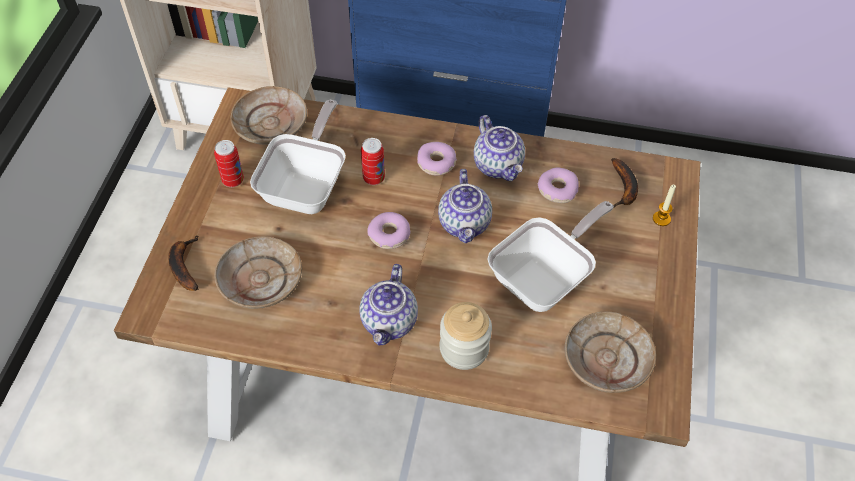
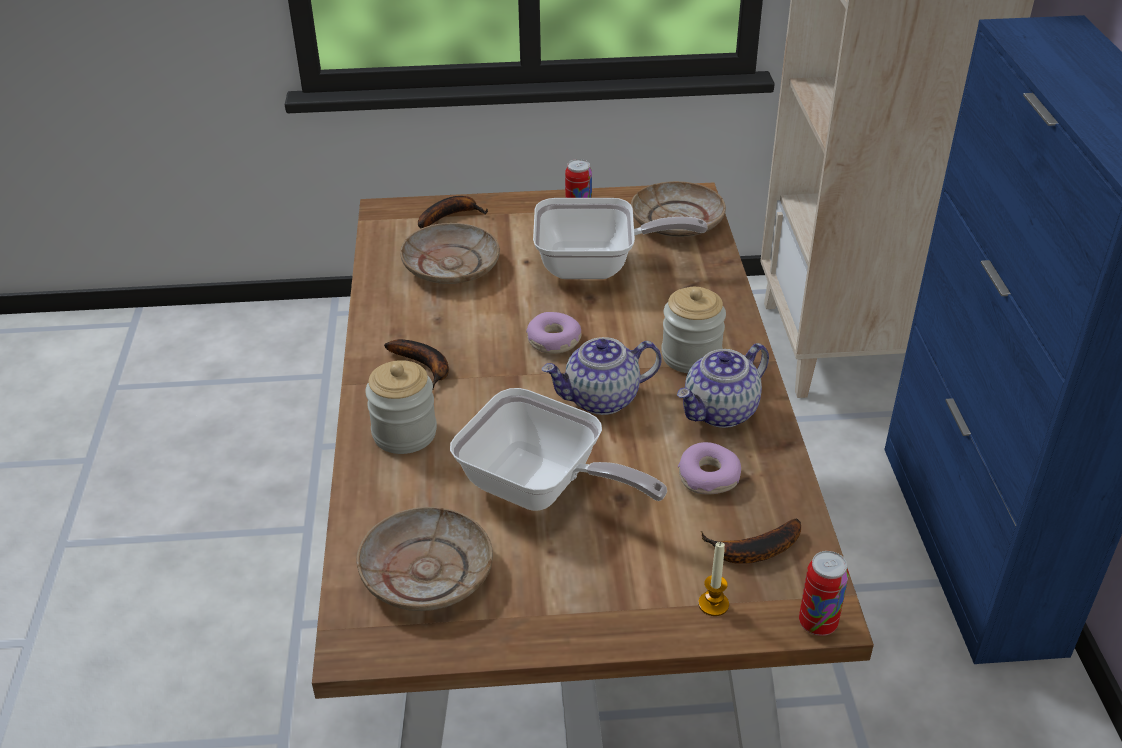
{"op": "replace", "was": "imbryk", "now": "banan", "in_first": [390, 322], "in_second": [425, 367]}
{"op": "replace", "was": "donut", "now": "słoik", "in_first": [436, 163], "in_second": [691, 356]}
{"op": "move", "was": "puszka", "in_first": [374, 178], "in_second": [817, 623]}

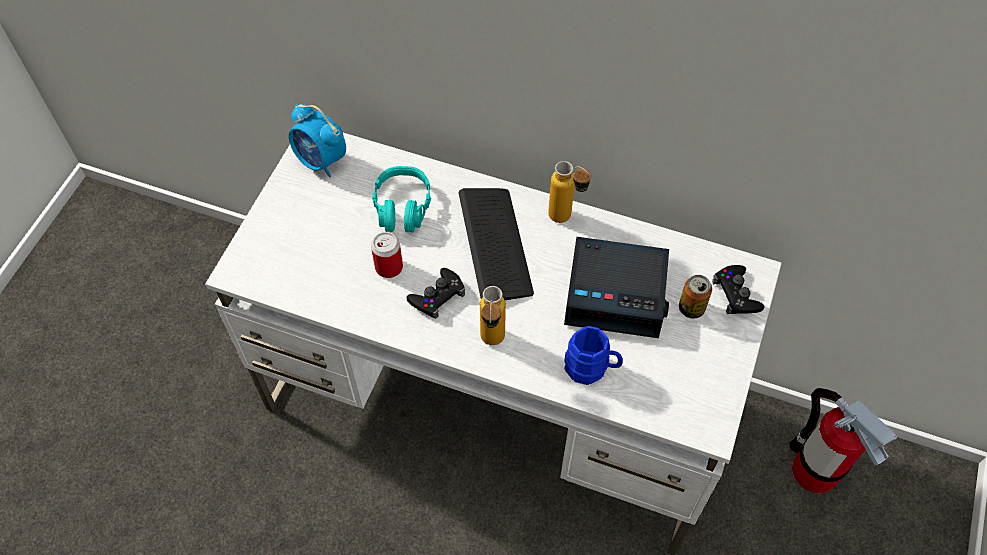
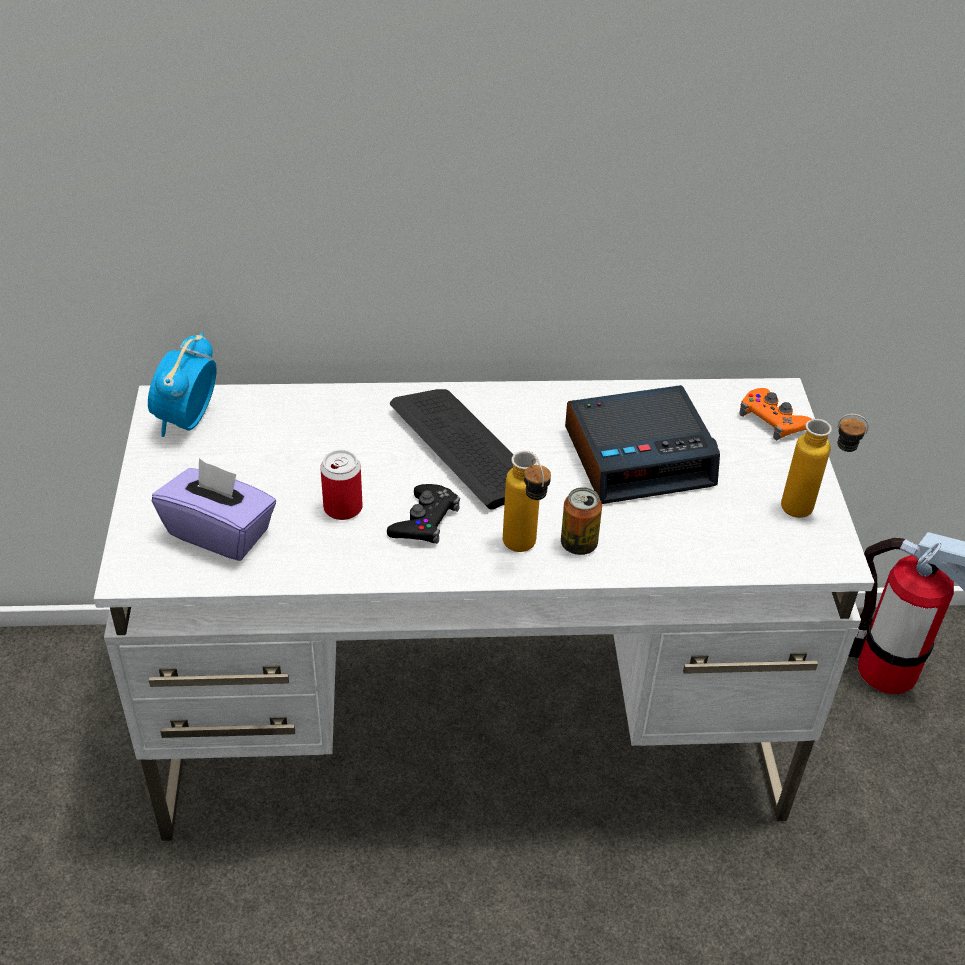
{"op": "rotate", "was": "budzik", "in_first": [321, 161], "in_second": [187, 421], "clockwise": 90}
{"op": "insert", "now": "pudełko chusteczek (fioletowy)", "in_second": [220, 532]}
{"op": "move", "was": "puszka", "in_first": [691, 308], "in_second": [578, 544]}
{"op": "recolor", "was": "pad do gier (czarny)", "now": "pad do gier (pomarańczowy)", "in_first": [736, 294], "in_second": [772, 420]}
{"op": "move", "was": "butelka", "in_first": [567, 219], "in_second": [810, 511]}
{"op": "delete", "was": "słuchawki (turkusowy)", "in_first": [402, 207]}
{"op": "delete", "was": "kubek (niebieski)", "in_first": [591, 368]}

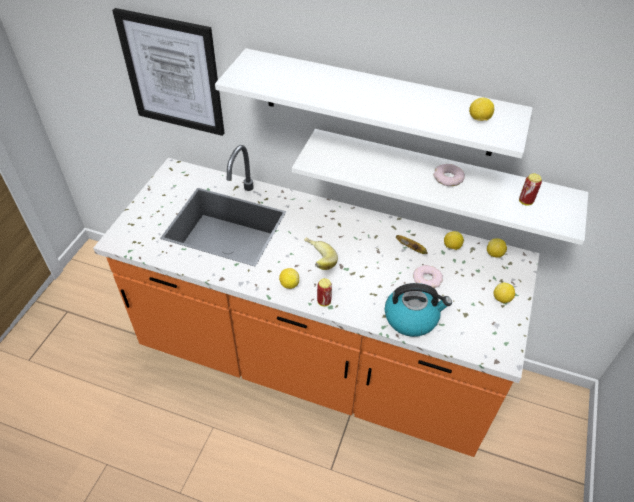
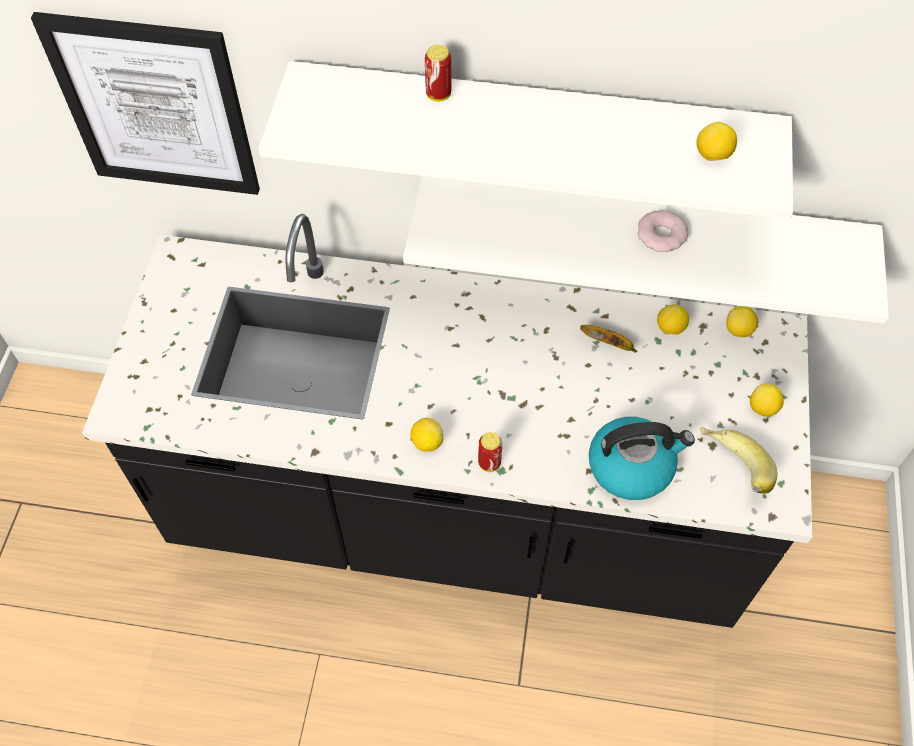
{"op": "recolor", "was": "zabudowa kuchenna (pomarańczowy)", "now": "zabudowa kuchenna (czarny)", "in_first": [314, 362], "in_second": [457, 516]}
{"op": "move", "was": "puszka", "in_first": [525, 201], "in_second": [438, 95]}
{"op": "move", "was": "banan", "in_first": [316, 262], "in_second": [730, 469]}
{"op": "delete", "was": "donut", "in_first": [427, 279]}

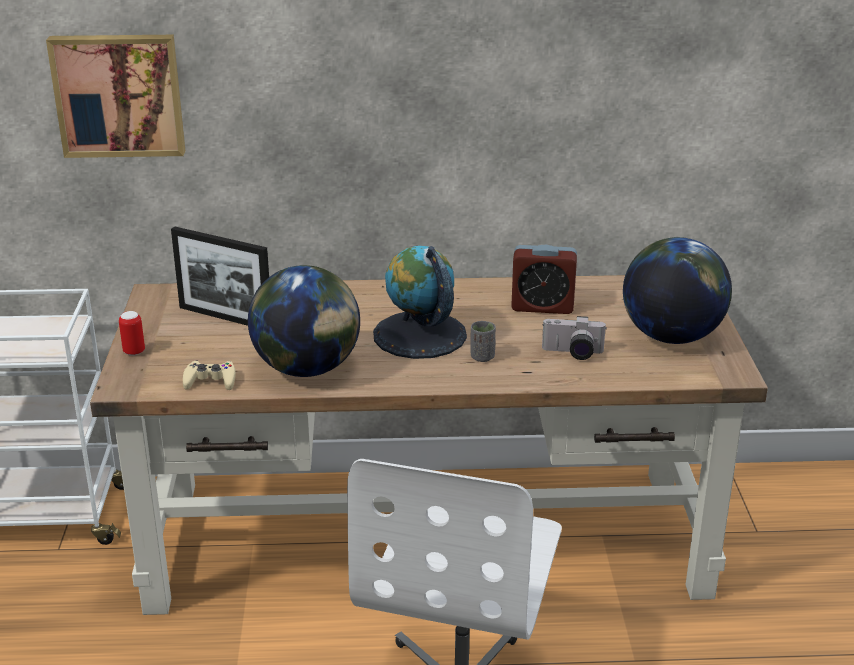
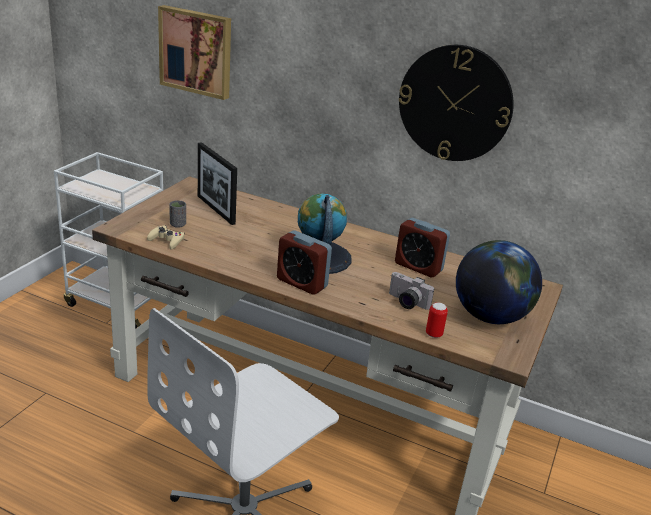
{"op": "move", "was": "filiżanka (szary)", "in_first": [482, 357], "in_second": [178, 224]}
{"op": "insert", "now": "budzik", "in_second": [302, 283]}
{"op": "insert", "now": "zegar ścienny", "in_second": [455, 103]}
{"op": "move", "was": "puszka", "in_first": [134, 352], "in_second": [433, 334]}
{"op": "delete", "was": "globus", "in_first": [307, 369]}

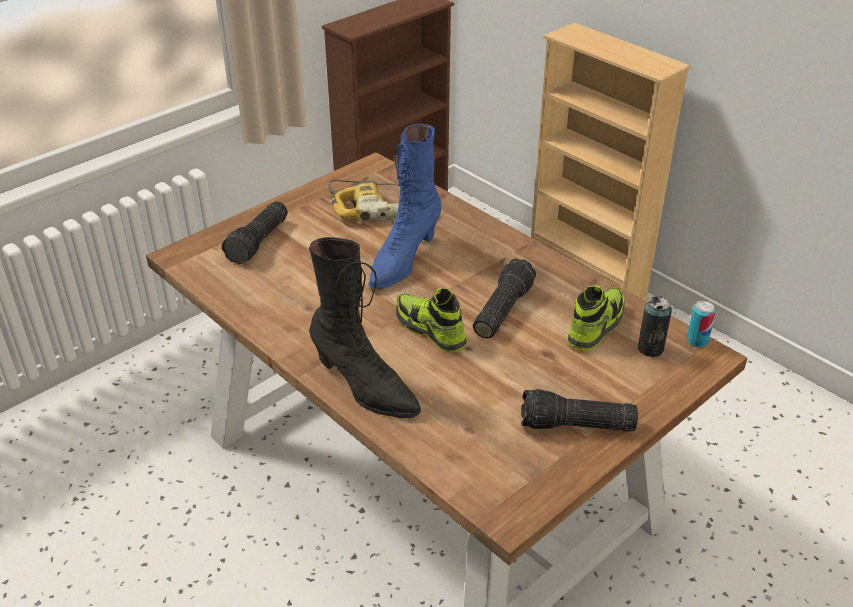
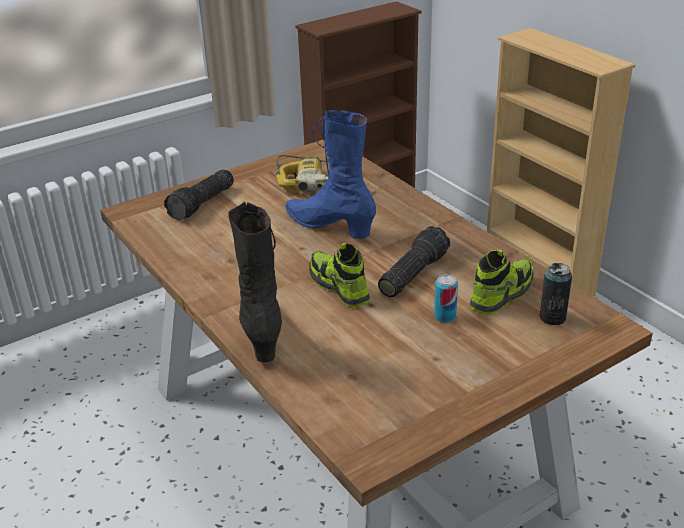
{"op": "rotate", "was": "but z cholewką (czarny)", "in_first": [364, 387], "in_second": [262, 331], "clockwise": -150}
{"op": "rotate", "was": "but z cholewką (niebieski)", "in_first": [403, 260], "in_second": [330, 226], "clockwise": 90}
{"op": "move", "was": "puszka", "in_first": [697, 341], "in_second": [445, 317]}
{"op": "delete", "was": "latarka", "in_first": [575, 426]}

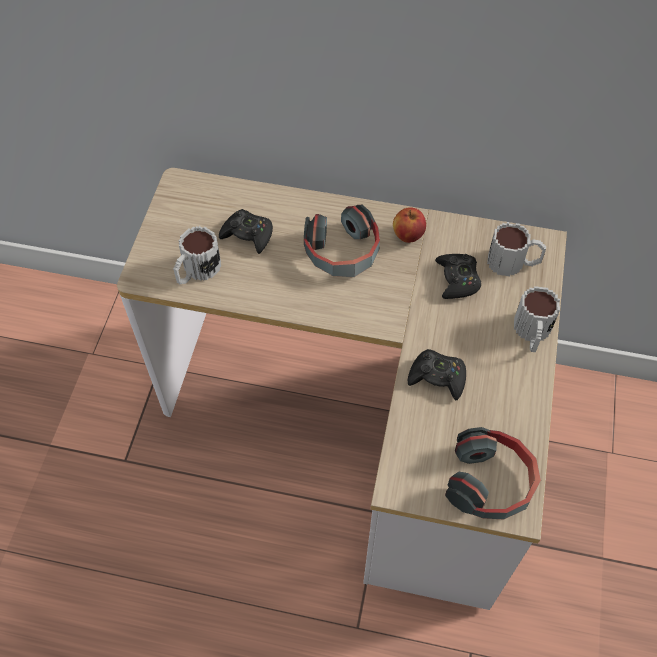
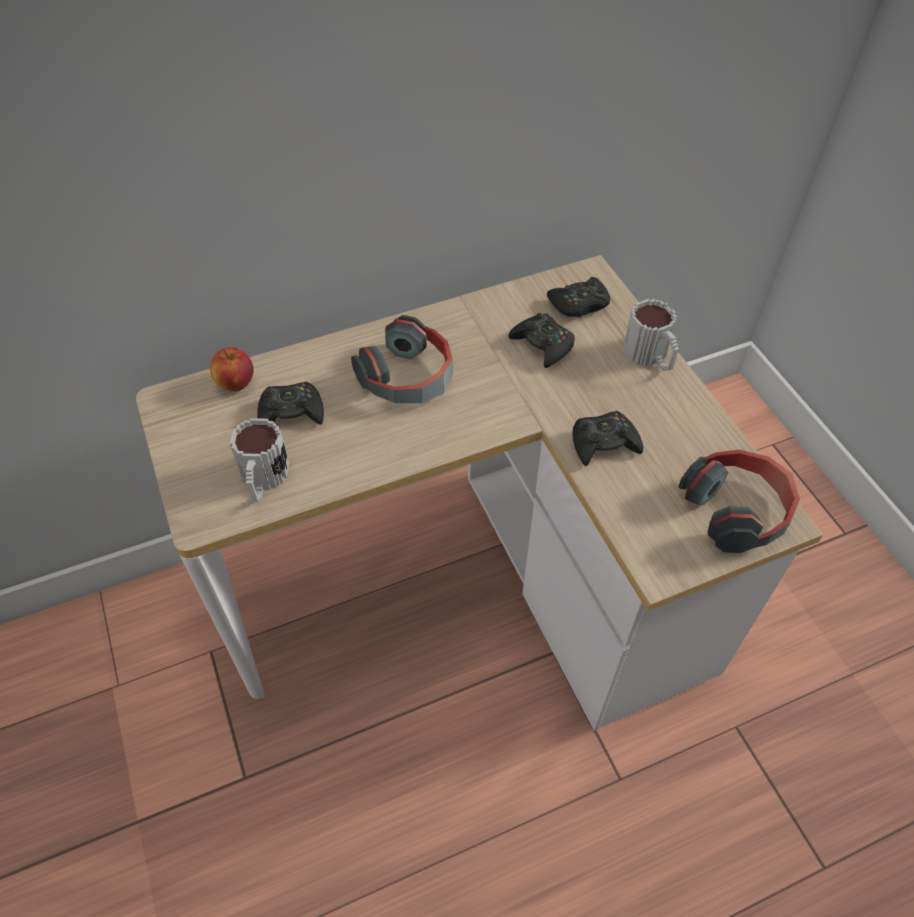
{"op": "move", "was": "jabłko", "in_first": [408, 235], "in_second": [236, 383]}
{"op": "replace", "was": "kubek", "now": "pad do gier (czarny)", "in_first": [513, 263], "in_second": [579, 304]}

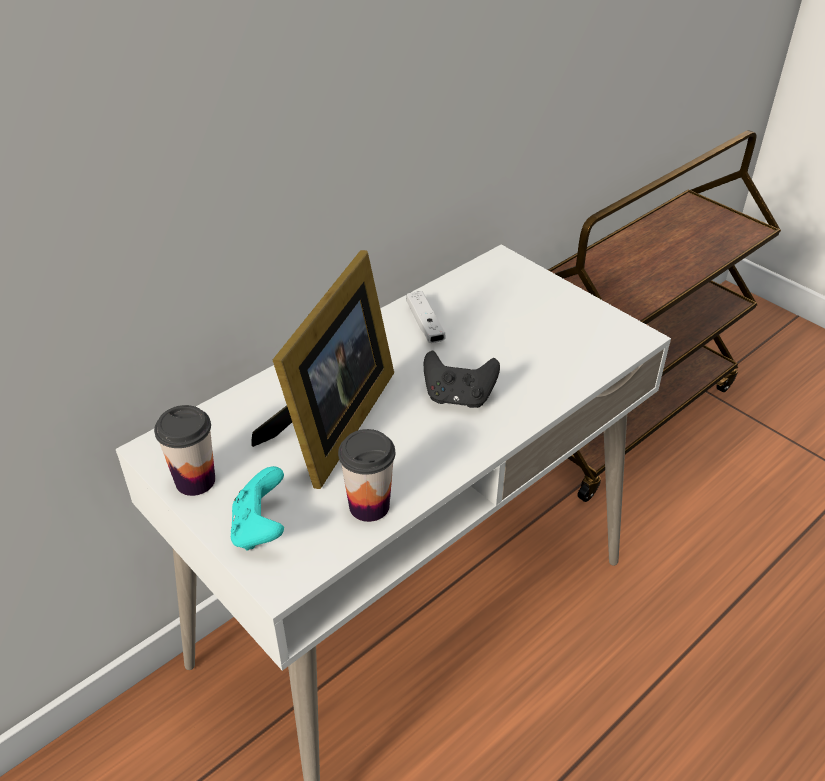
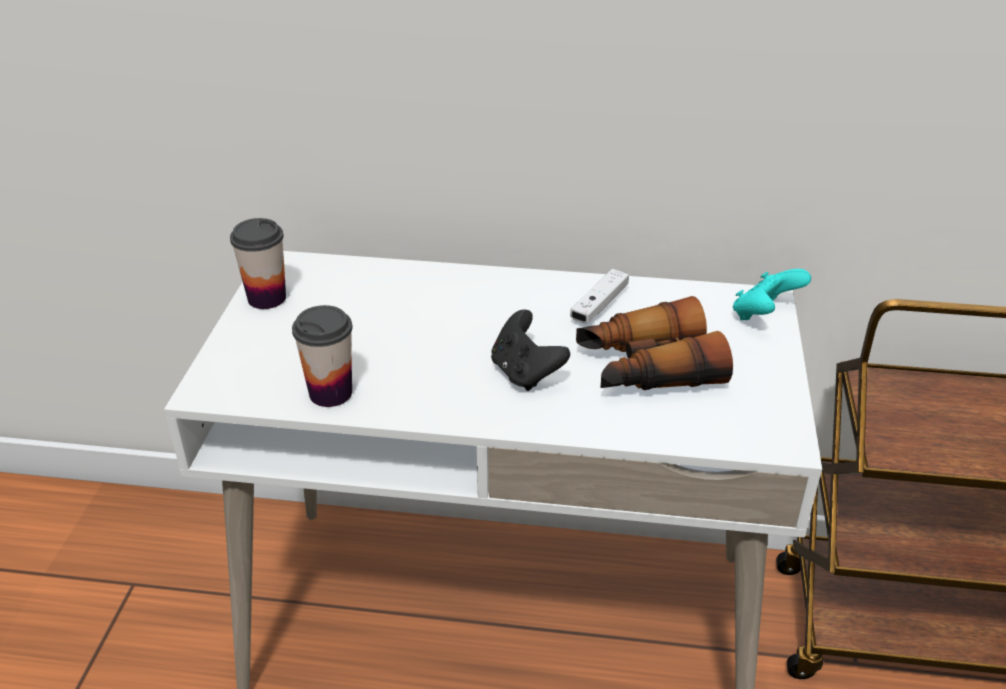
{"op": "insert", "now": "lornetka", "in_second": [647, 368]}
{"op": "move", "was": "pad do gier (turkusowy)", "in_first": [260, 529], "in_second": [764, 315]}
{"op": "delete", "was": "ramka na zdjęcie", "in_first": [332, 425]}

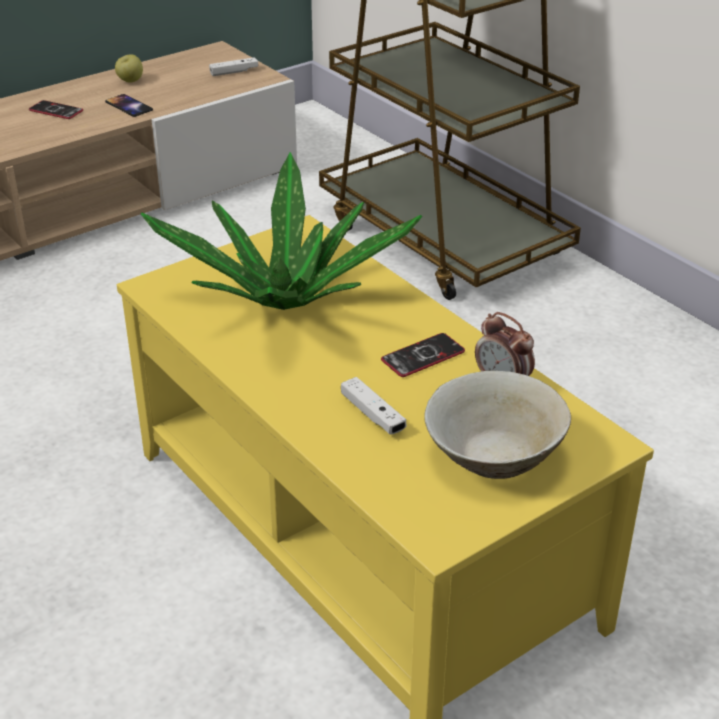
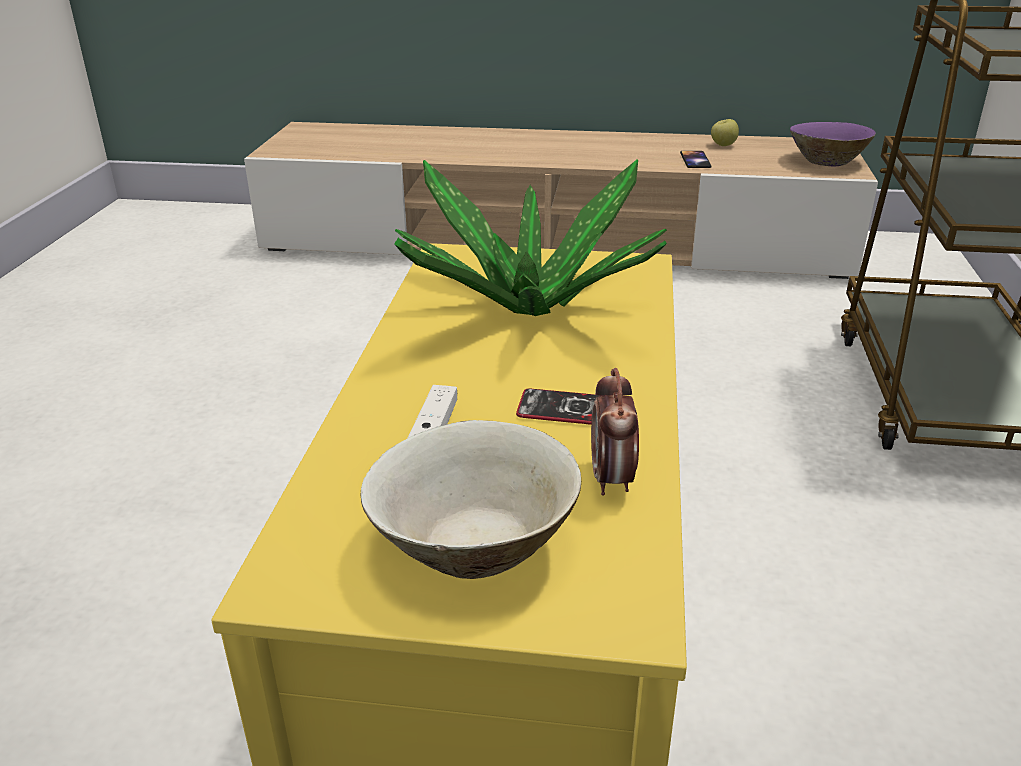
{"op": "replace", "was": "pad do gier (biały)", "now": "miska (fioletowy)", "in_first": [234, 72], "in_second": [827, 161]}
{"op": "delete", "was": "telefon", "in_first": [56, 111]}

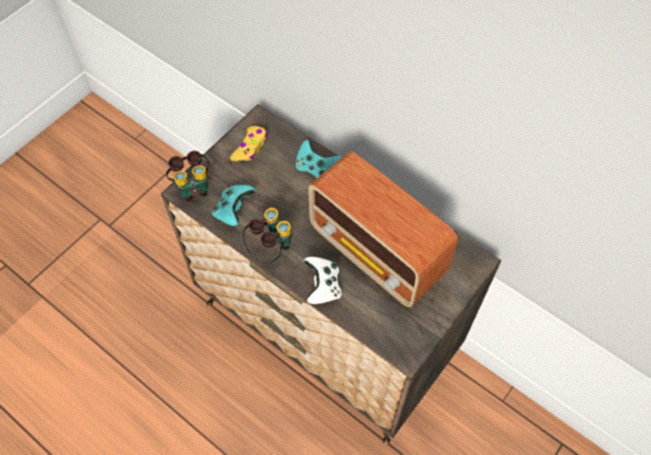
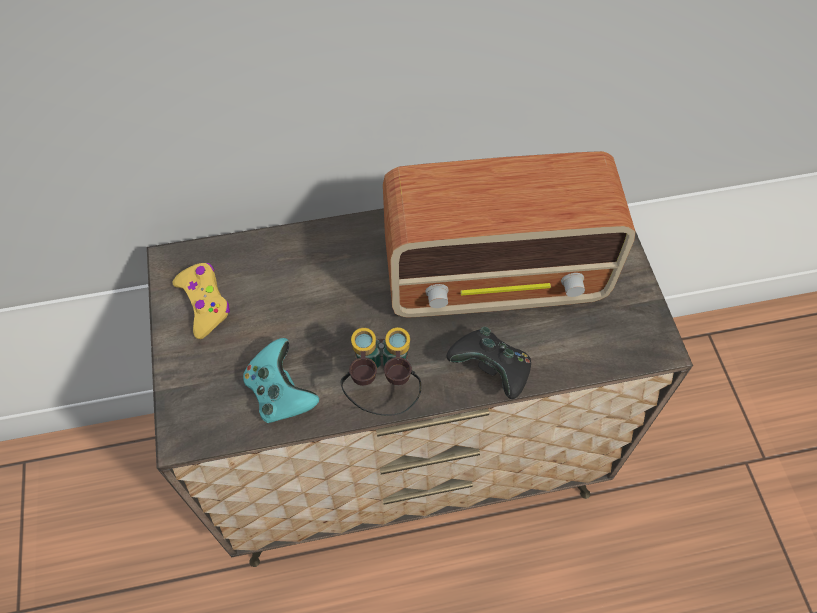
{"op": "recolor", "was": "pad do gier (biały)", "now": "pad do gier (czarny)", "in_first": [323, 286], "in_second": [491, 370]}
{"op": "delete", "was": "lornetka", "in_first": [193, 187]}
{"op": "delete", "was": "pad do gier (turkusowy)", "in_first": [316, 168]}

